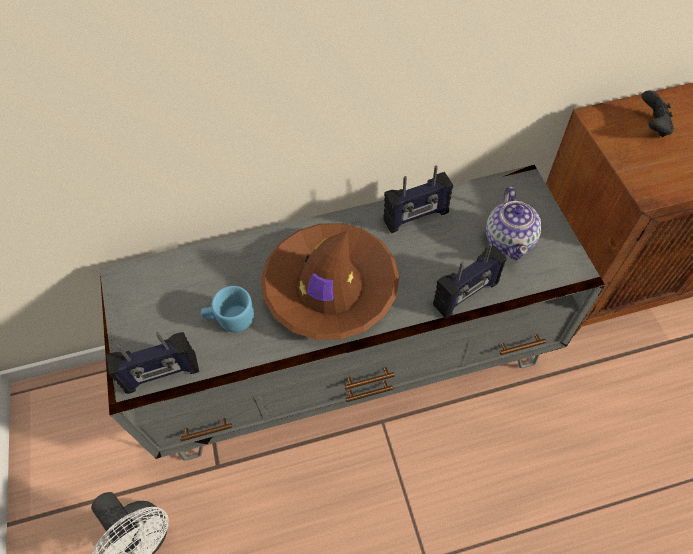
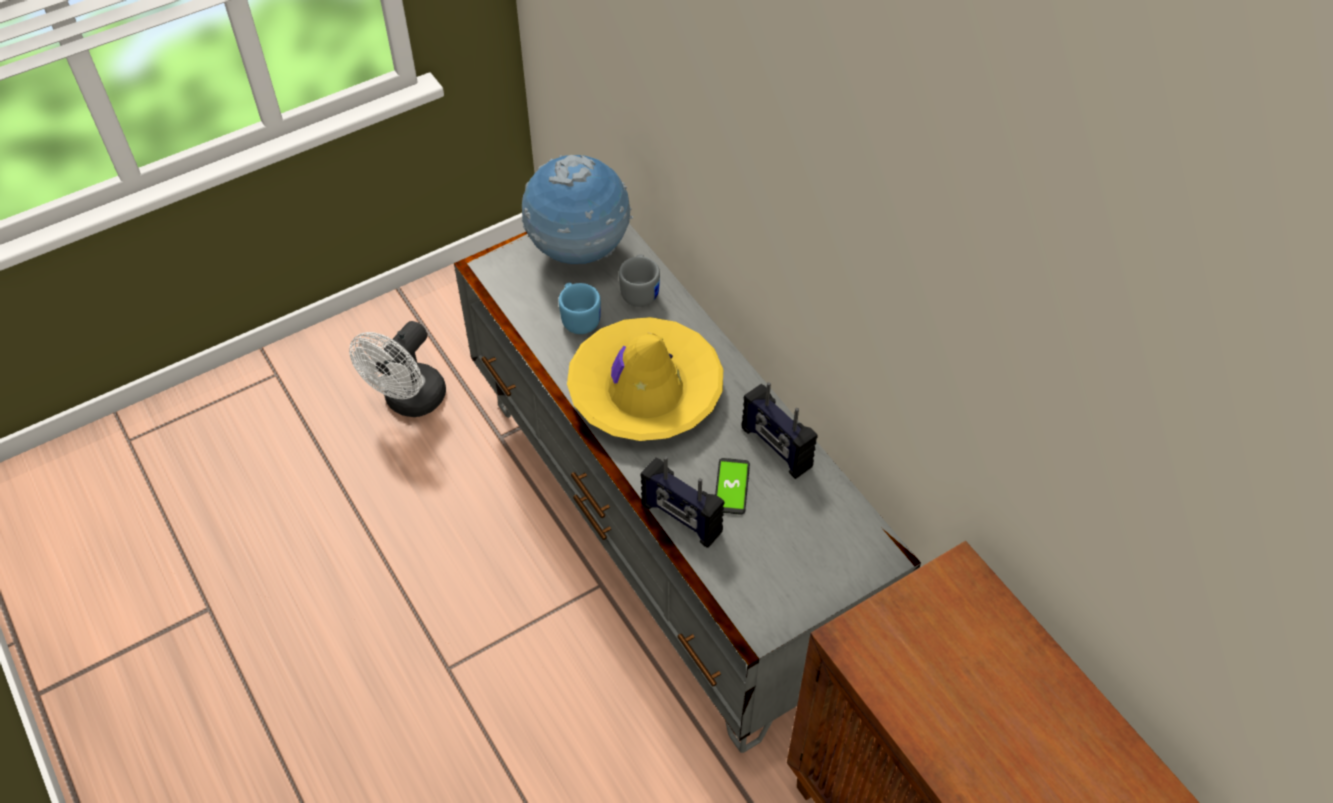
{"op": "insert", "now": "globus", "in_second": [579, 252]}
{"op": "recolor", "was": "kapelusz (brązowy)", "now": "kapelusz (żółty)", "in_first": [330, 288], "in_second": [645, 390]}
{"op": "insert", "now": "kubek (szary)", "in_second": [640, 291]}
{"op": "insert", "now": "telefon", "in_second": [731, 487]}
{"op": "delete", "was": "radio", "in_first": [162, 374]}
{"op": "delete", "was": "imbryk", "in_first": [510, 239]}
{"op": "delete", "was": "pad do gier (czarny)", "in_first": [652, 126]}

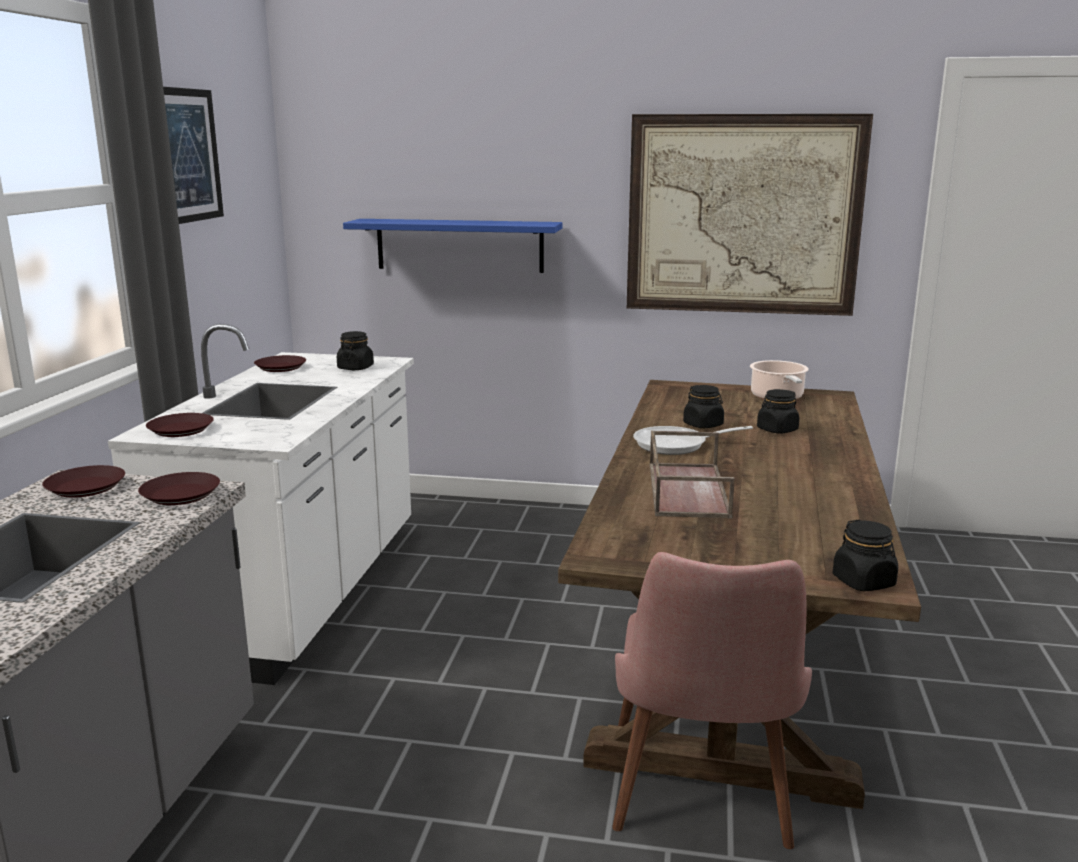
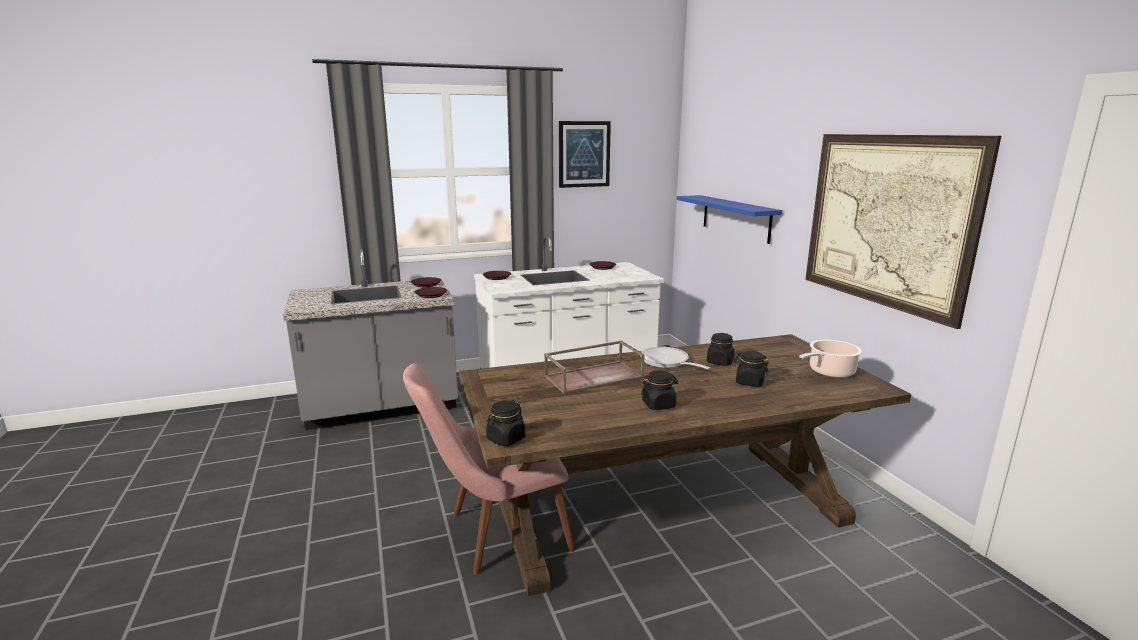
{"op": "move", "was": "słoik (czarny)", "in_first": [355, 368], "in_second": [658, 405]}

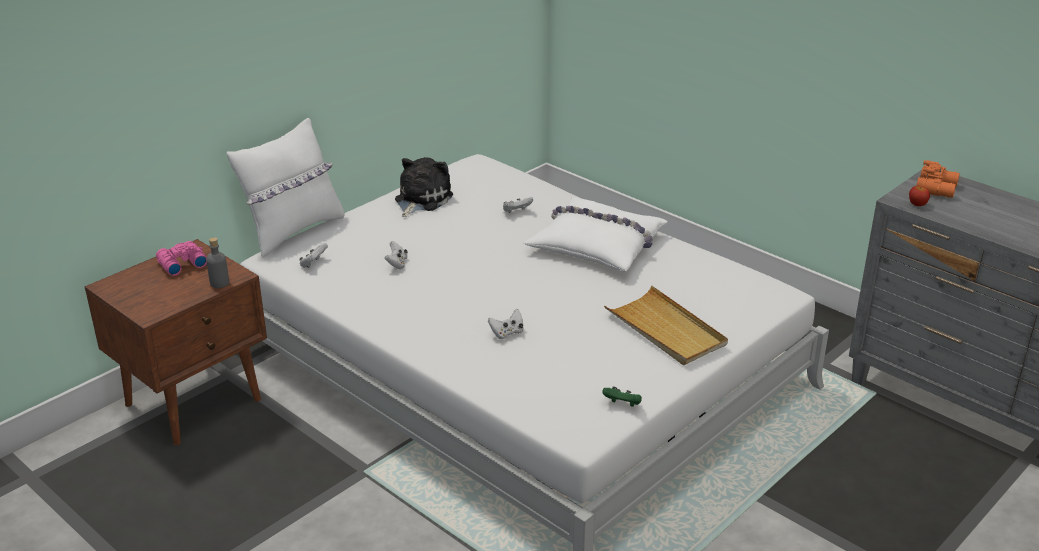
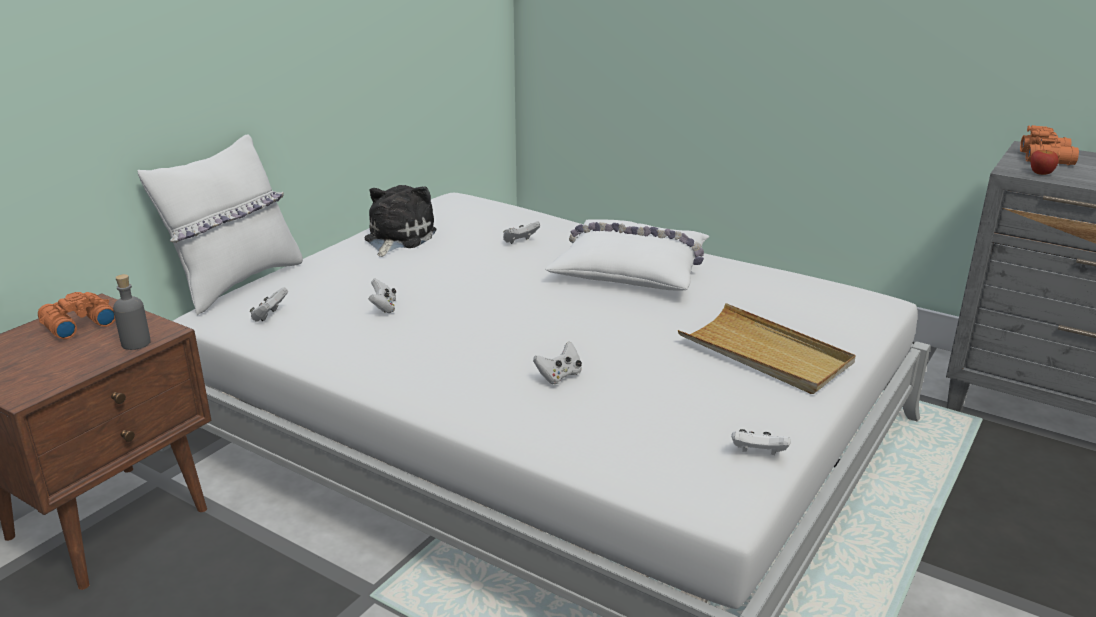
{"op": "recolor", "was": "lornetka (różowy)", "now": "lornetka (pomarańczowy)", "in_first": [181, 264], "in_second": [77, 324]}
{"op": "recolor", "was": "pad do gier (zielony)", "now": "pad do gier (biały)", "in_first": [622, 405], "in_second": [758, 454]}

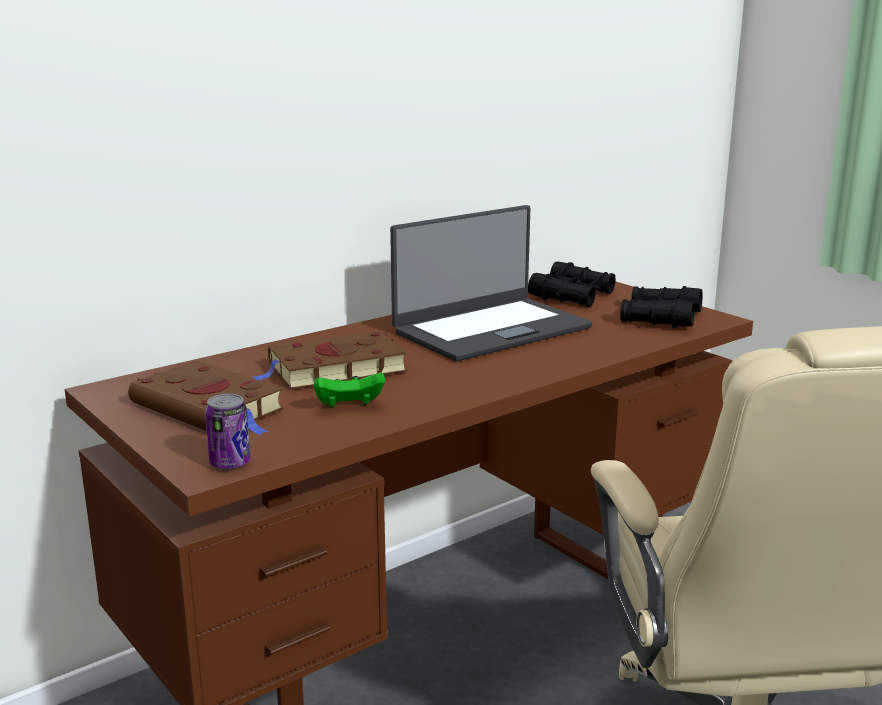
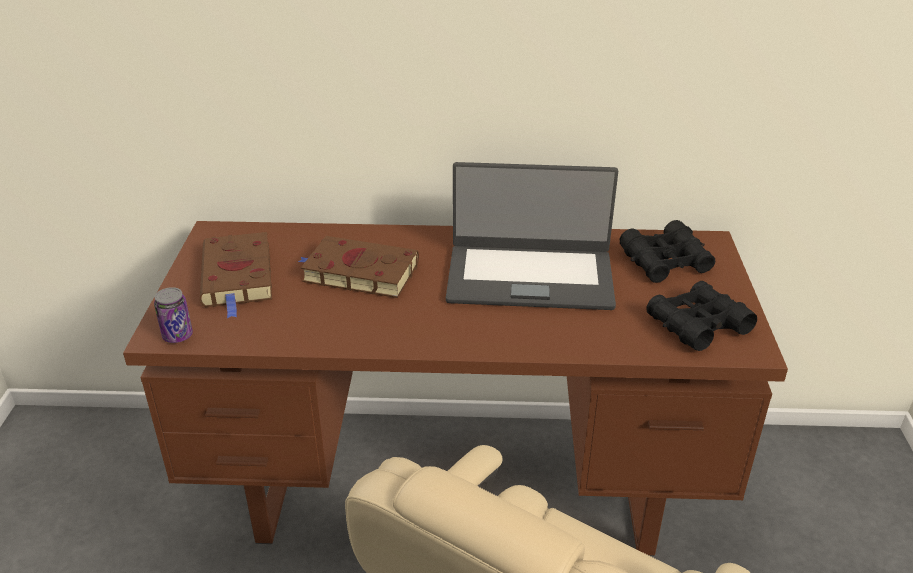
{"op": "delete", "was": "pad do gier (zielony)", "in_first": [349, 406]}

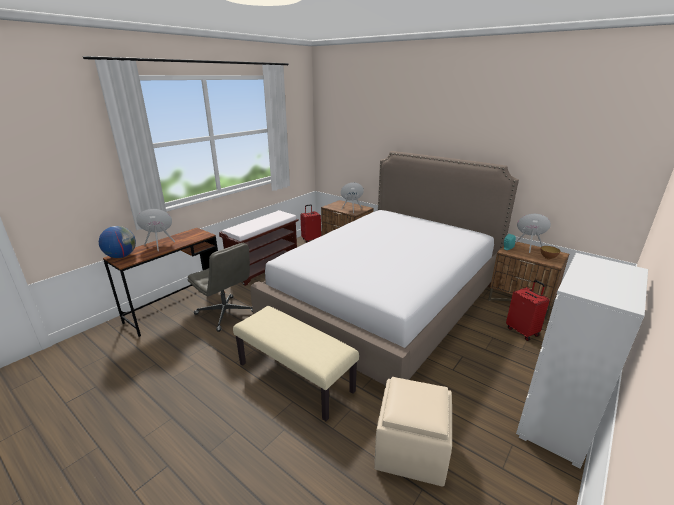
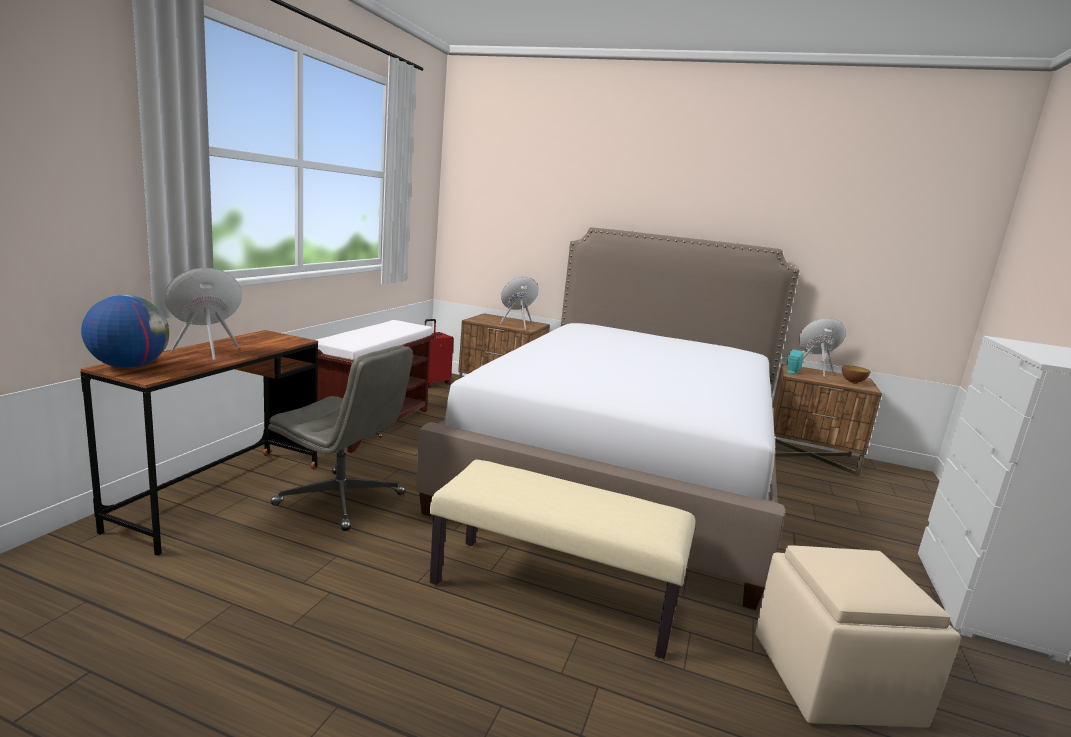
{"op": "delete", "was": "walizka (czerwony)", "in_first": [522, 331]}

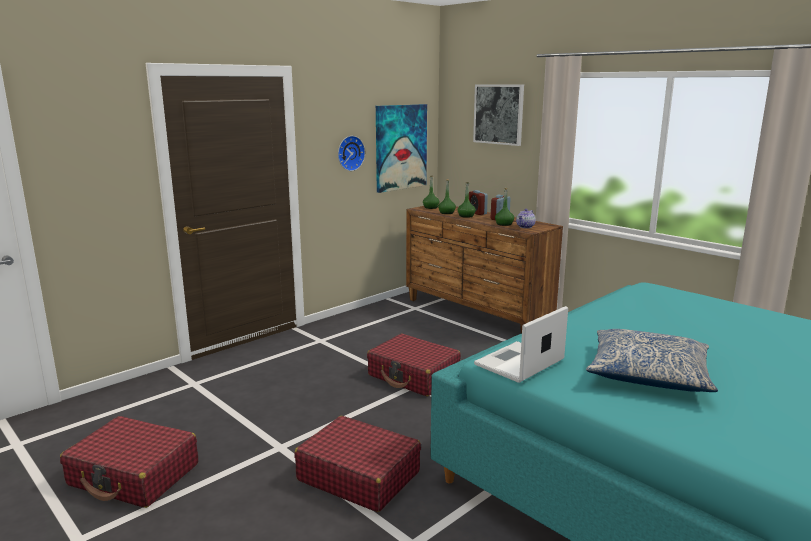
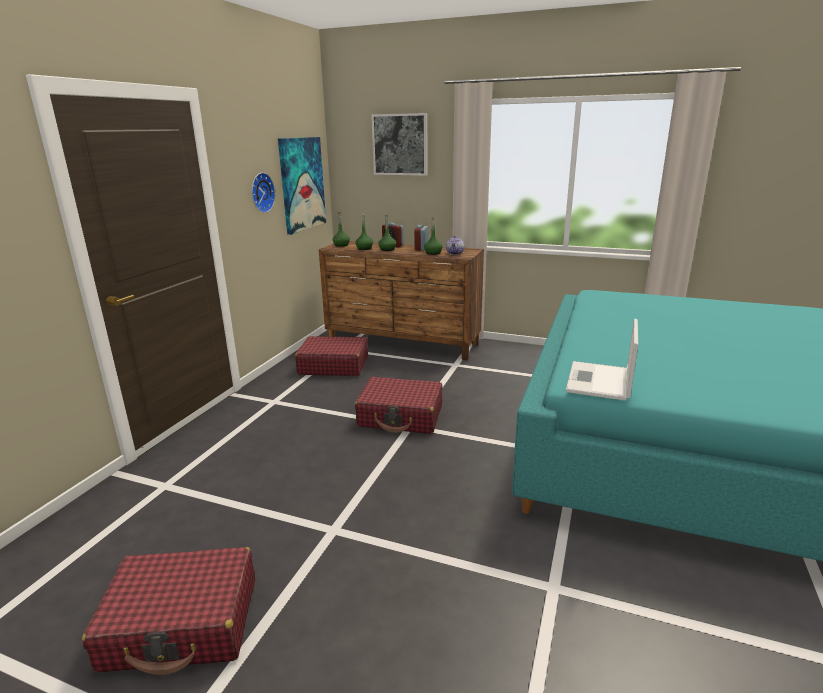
{"op": "move", "was": "walizka (czerwony)", "in_first": [358, 475], "in_second": [333, 366]}
{"op": "delete", "was": "poduszka", "in_first": [648, 374]}

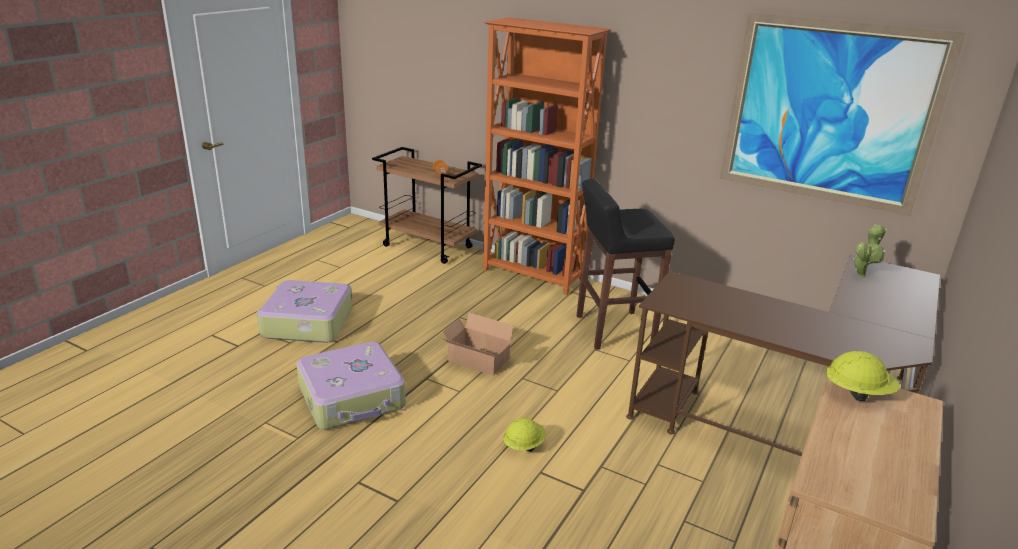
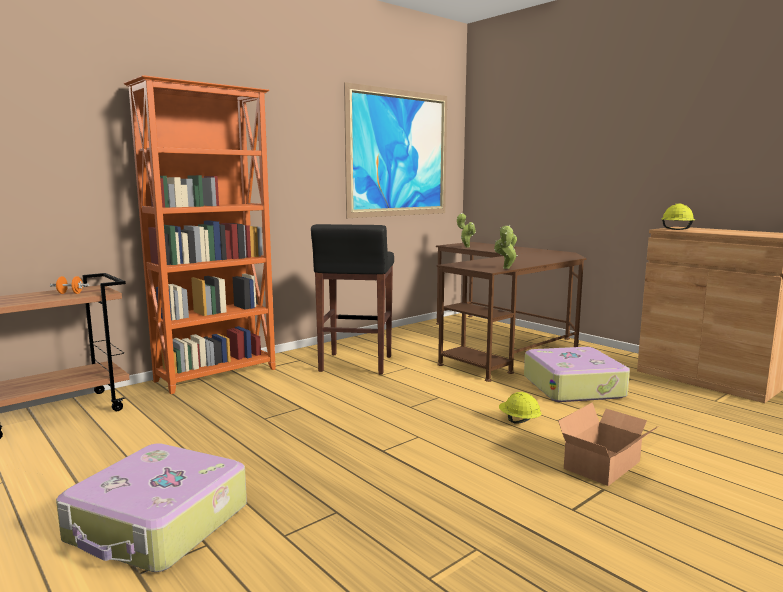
{"op": "insert", "now": "roślina doniczkowa", "in_second": [506, 268]}
{"op": "move", "was": "walizka", "in_first": [352, 397], "in_second": [574, 386]}
{"op": "move", "was": "karton", "in_first": [478, 361], "in_second": [606, 465]}

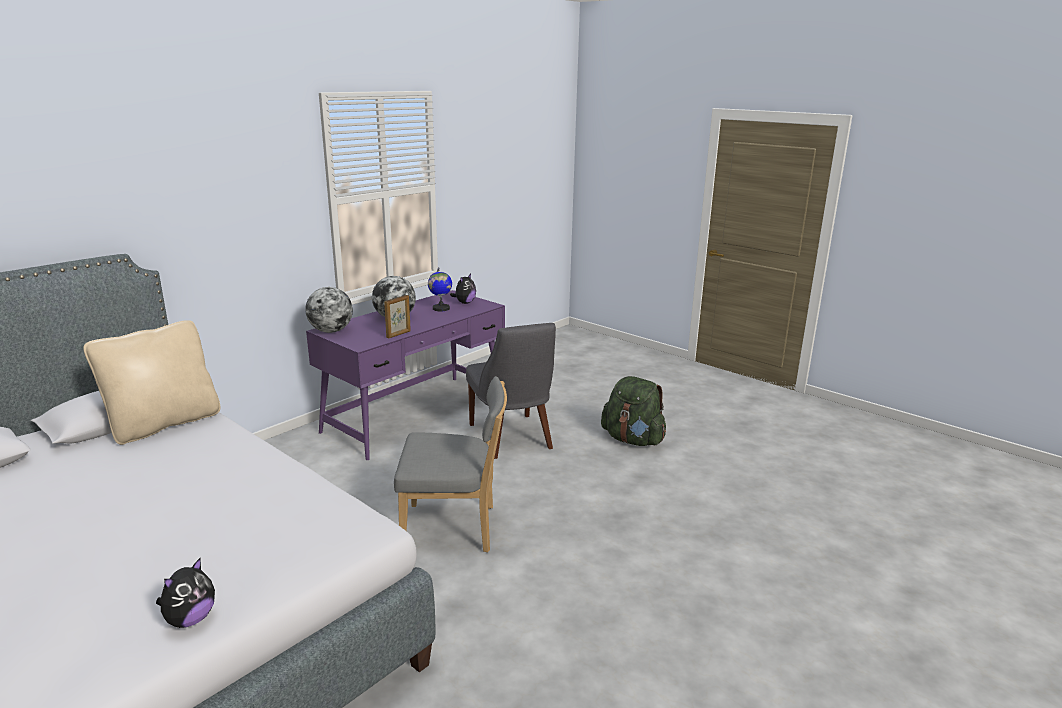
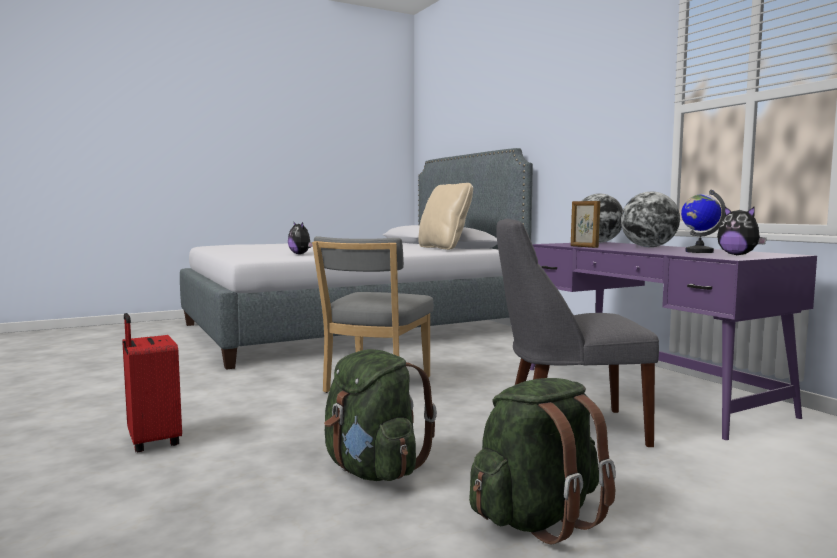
{"op": "insert", "now": "walizka (czerwony)", "in_second": [152, 442]}
{"op": "move", "was": "pluszak", "in_first": [190, 619], "in_second": [301, 254]}
{"op": "insert", "now": "plecak (zielony)", "in_second": [373, 470]}

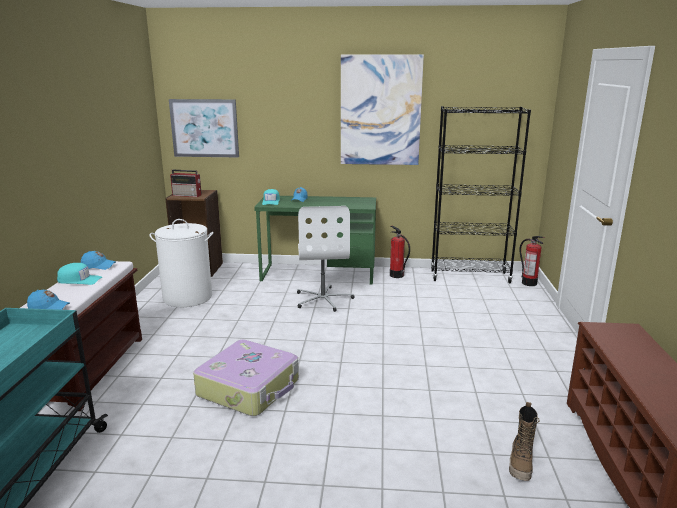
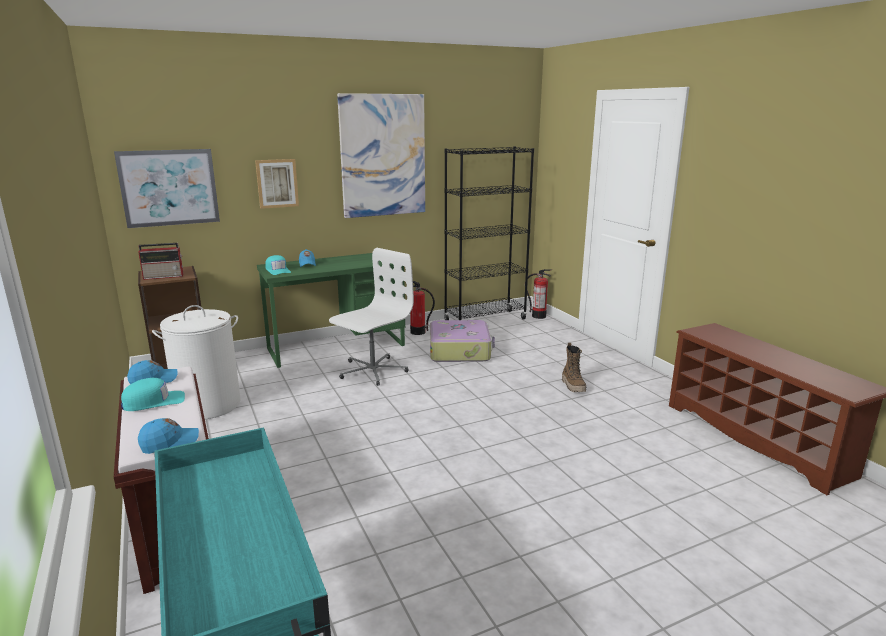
{"op": "insert", "now": "obraz", "in_second": [277, 183]}
{"op": "rotate", "was": "krzesło biurowe (biały)", "in_first": [323, 299], "in_second": [372, 371], "clockwise": -105}
{"op": "move", "was": "walizka", "in_first": [250, 388], "in_second": [460, 350]}
{"op": "move", "was": "but z cholewką", "in_first": [521, 464], "in_second": [573, 386]}

